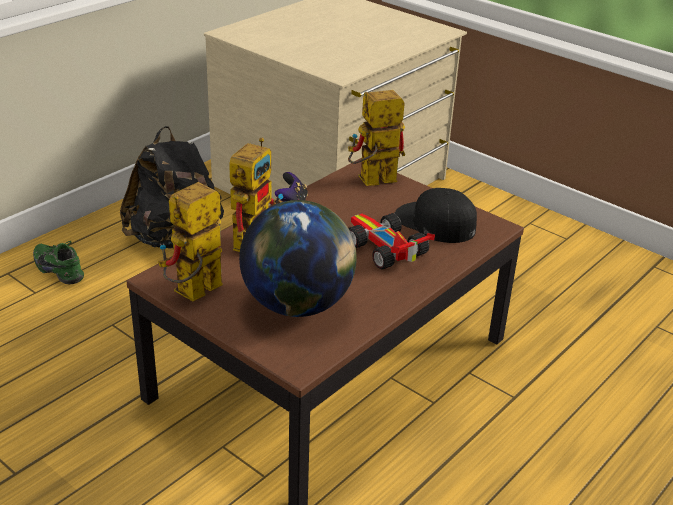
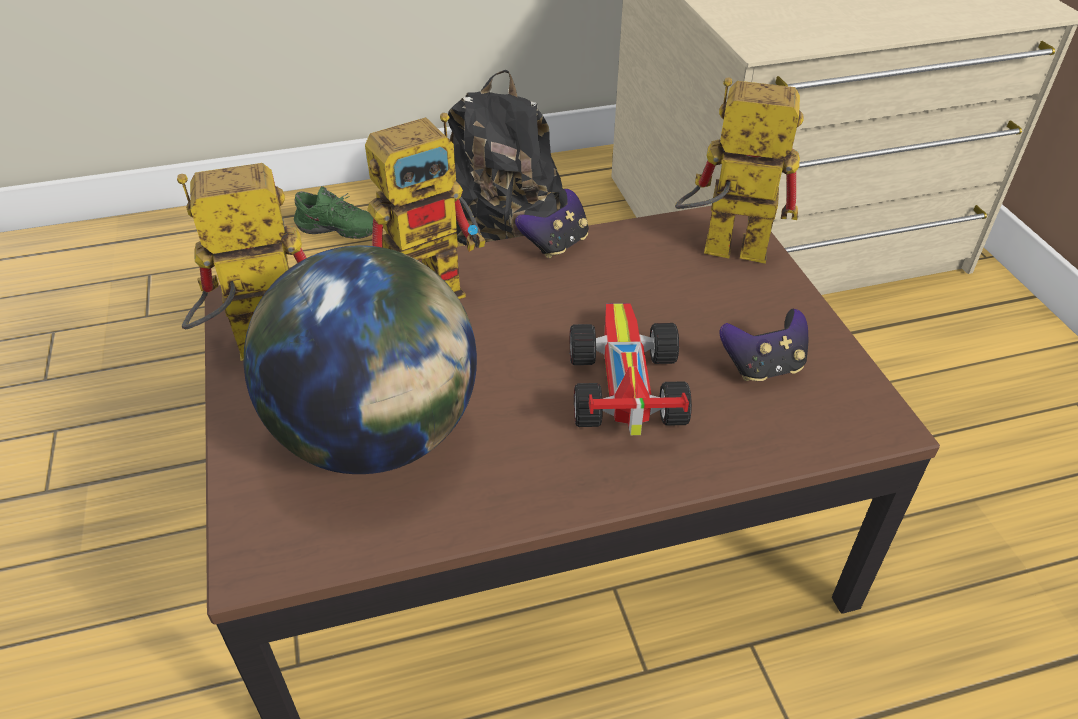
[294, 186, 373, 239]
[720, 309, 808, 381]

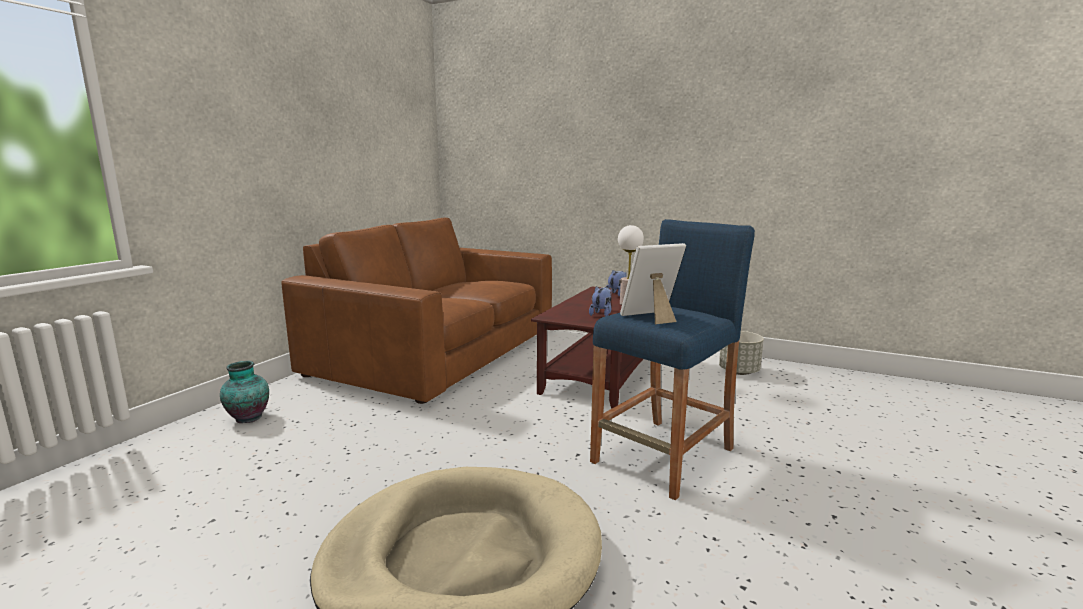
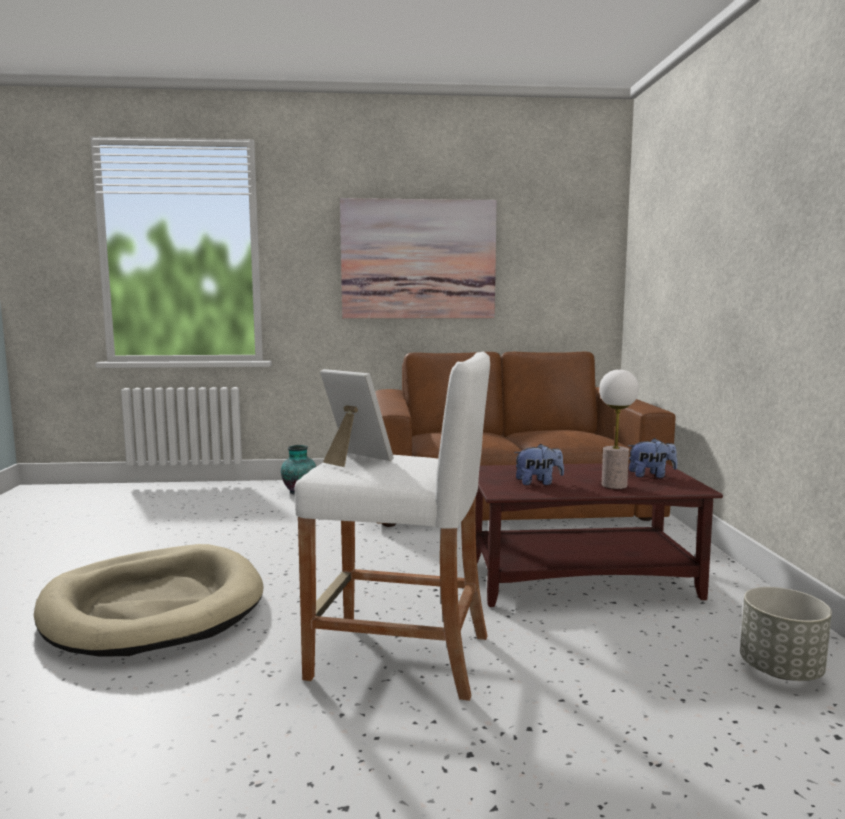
[295, 351, 490, 701]
[340, 198, 497, 318]

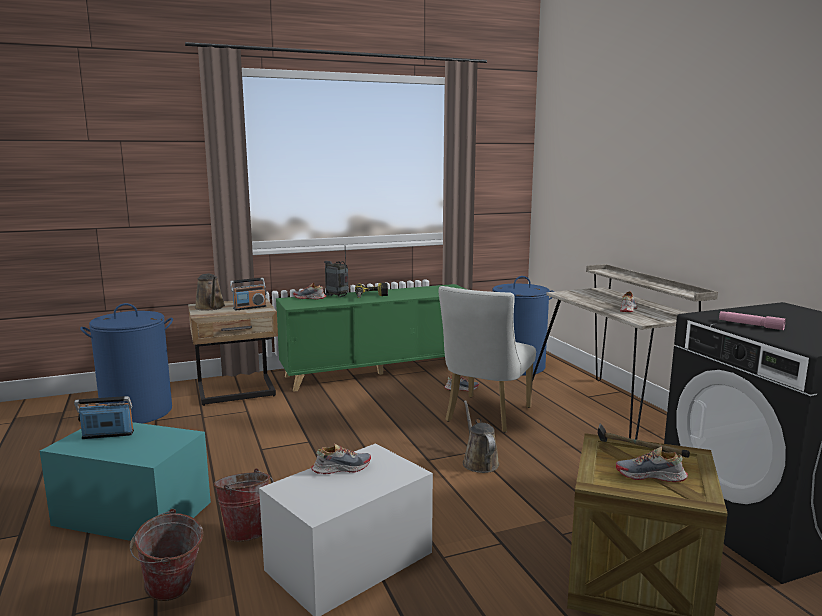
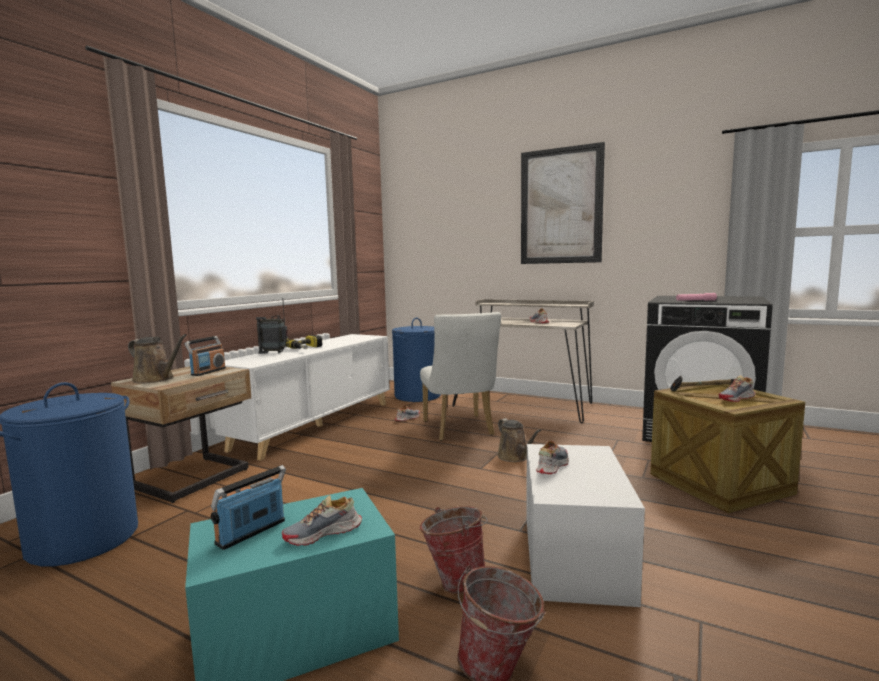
[214, 334, 390, 461]
[282, 495, 362, 546]
[497, 418, 541, 462]
[521, 142, 605, 264]

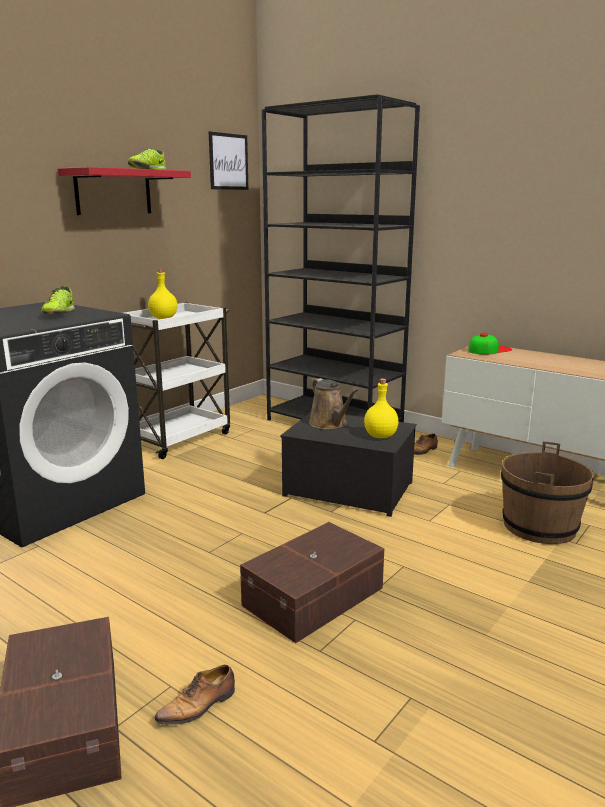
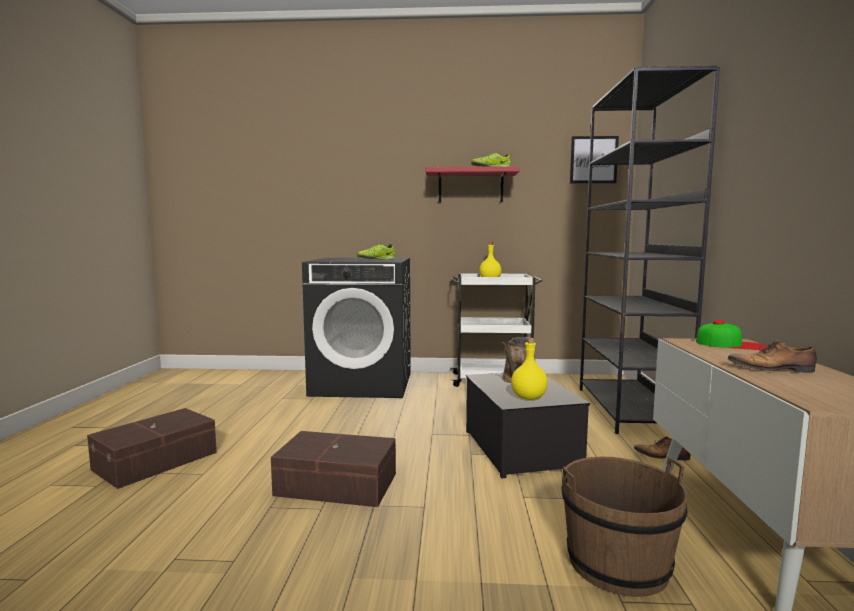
[727, 341, 817, 373]

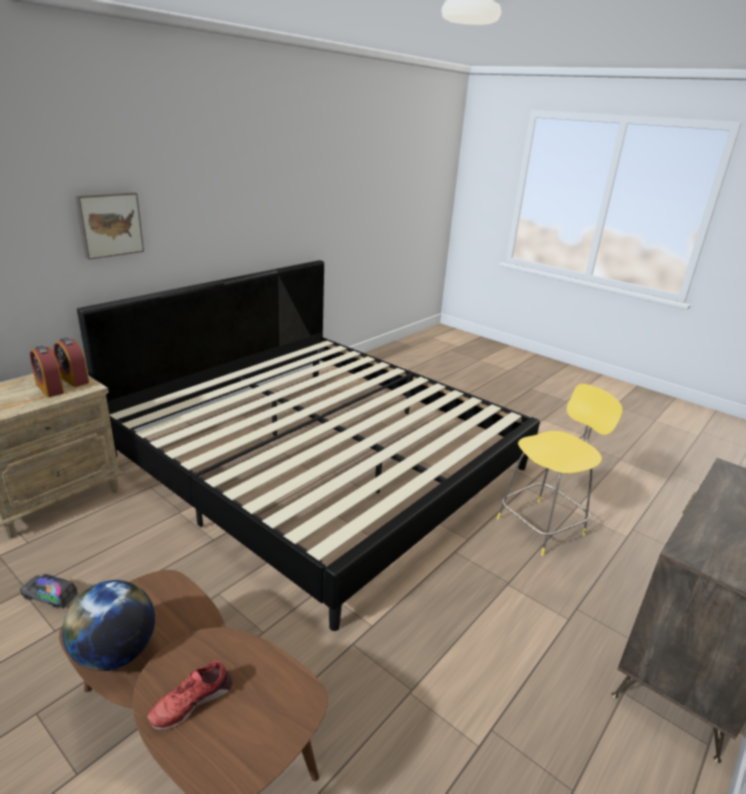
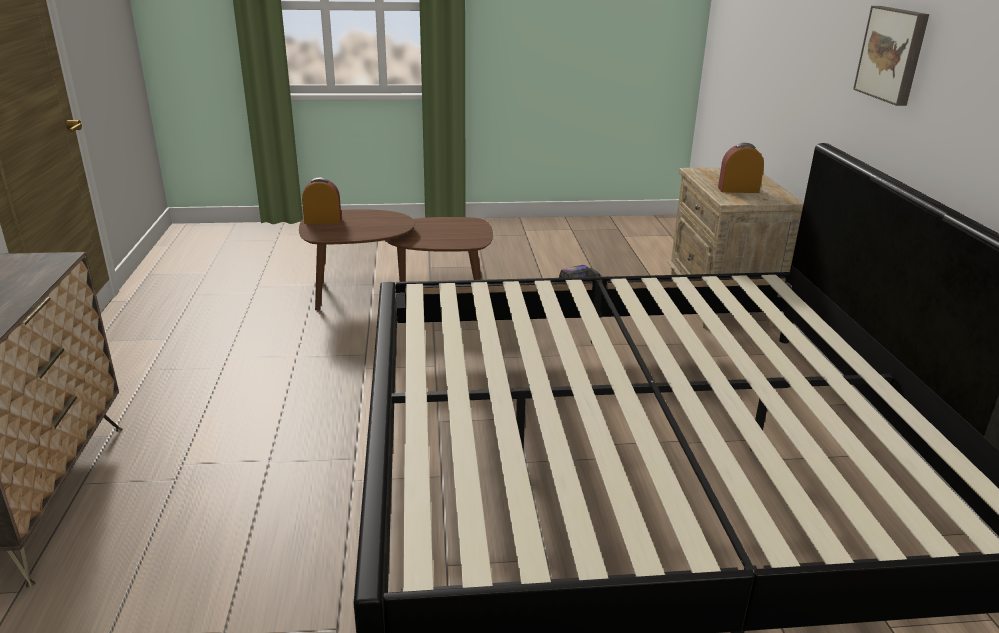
[302, 177, 342, 224]
[62, 580, 155, 671] (first image)
[147, 660, 232, 730] (first image)
[497, 384, 622, 556] (first image)

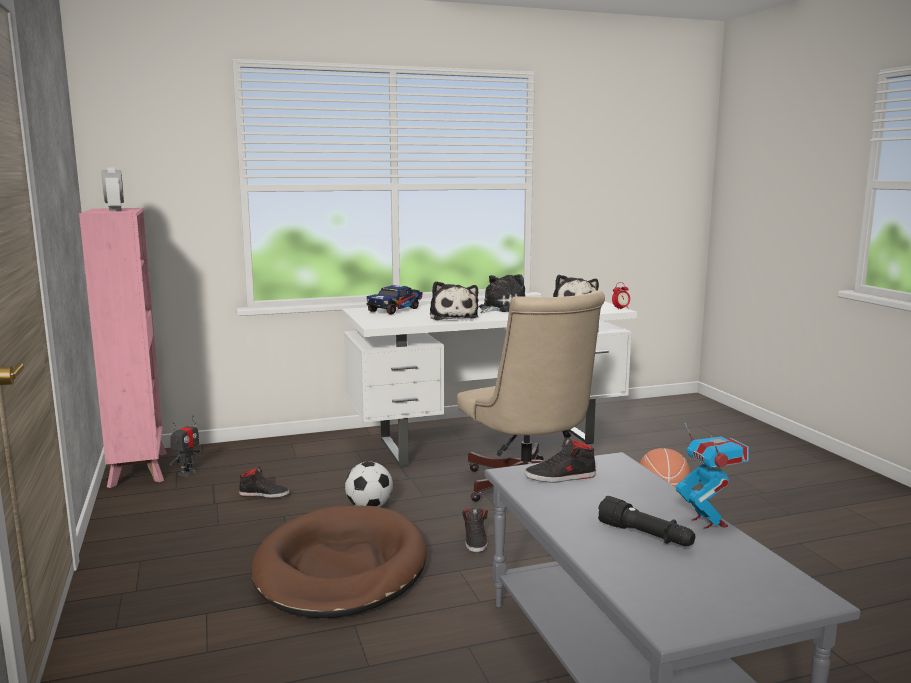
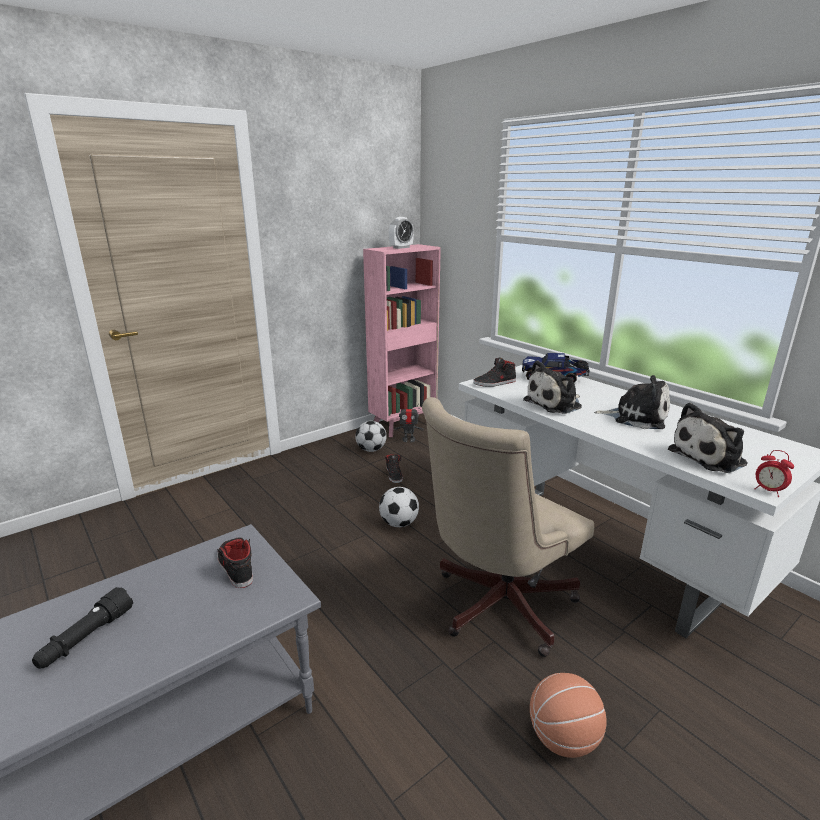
[355, 421, 387, 452]
[473, 357, 516, 387]
[252, 505, 427, 618] (first image)
[676, 423, 749, 529] (first image)

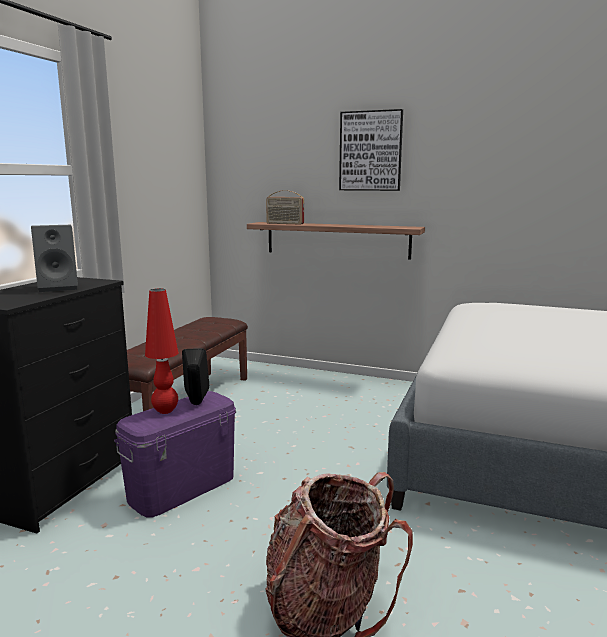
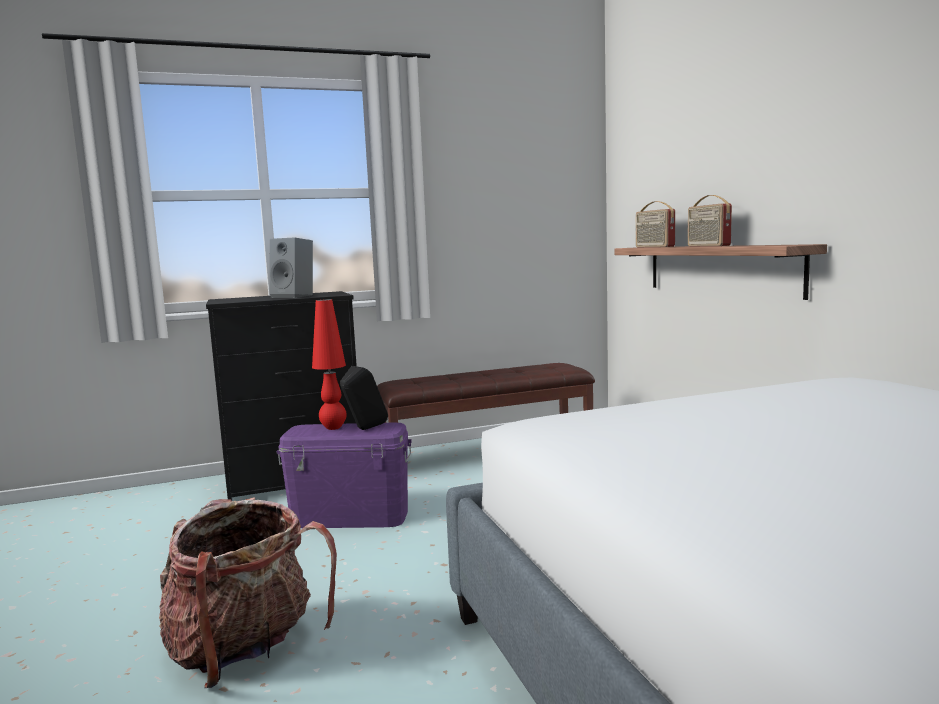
[688, 195, 732, 246]
[339, 109, 403, 191] (first image)

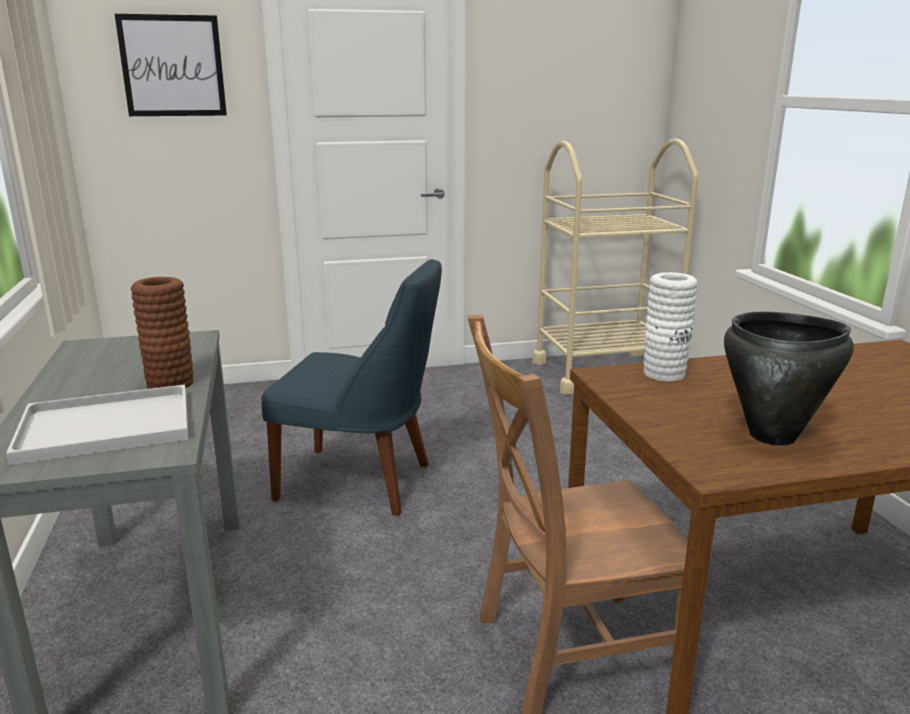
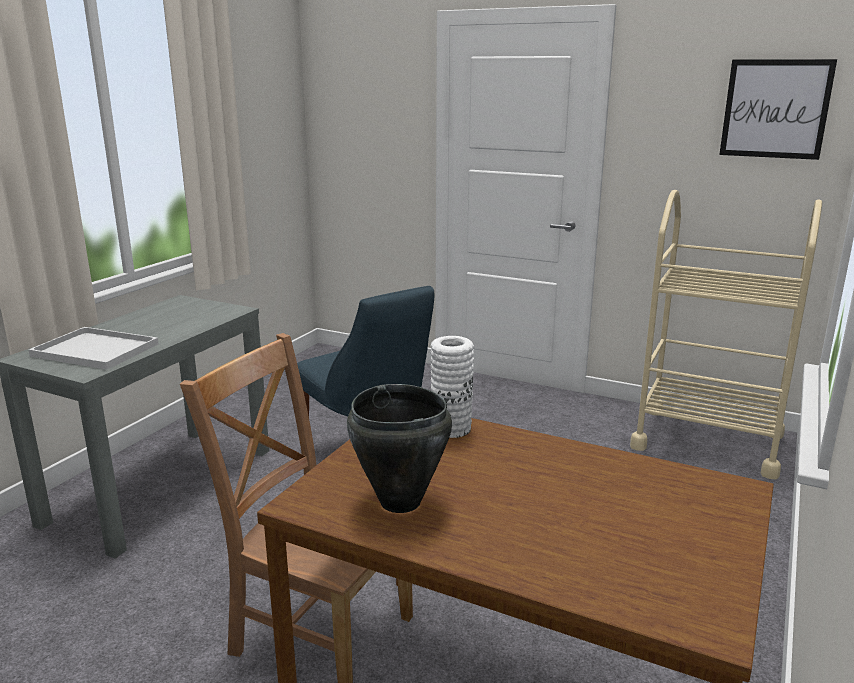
[719, 59, 837, 160]
[131, 277, 194, 389] (first image)

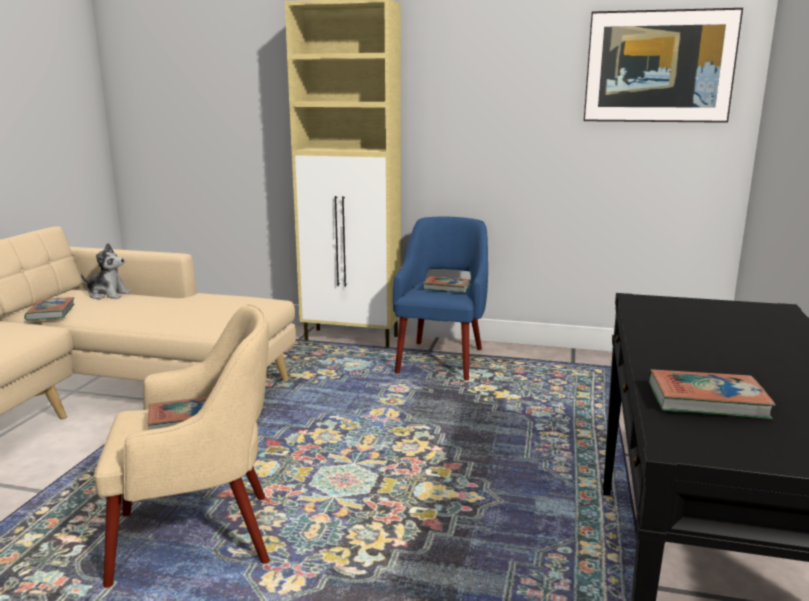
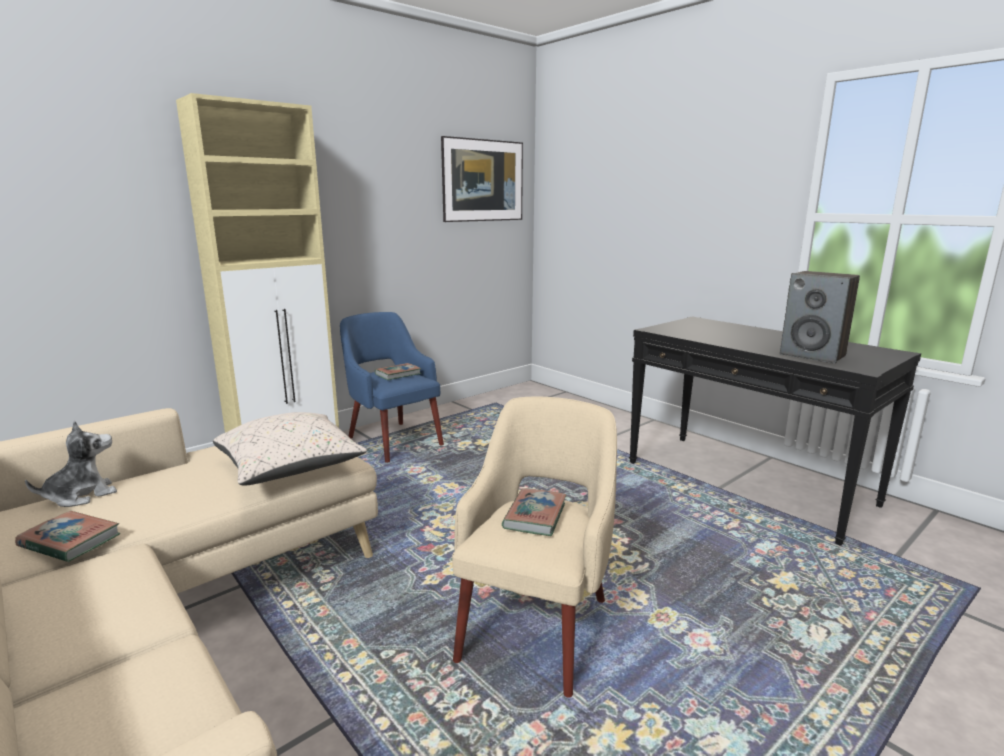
[213, 412, 367, 486]
[780, 271, 860, 363]

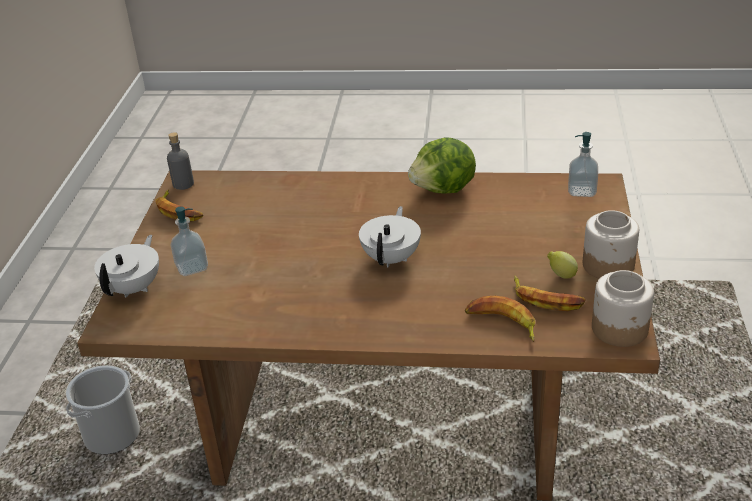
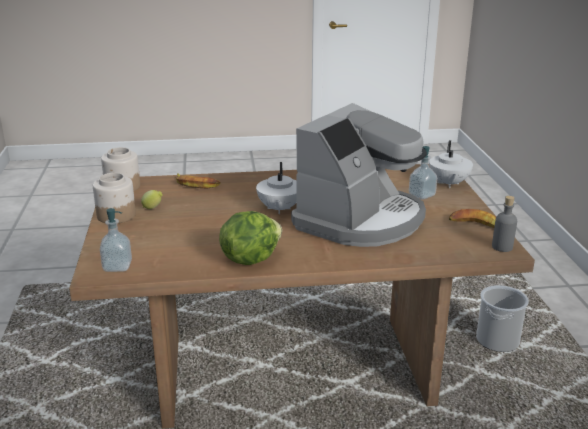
[291, 103, 427, 247]
[514, 276, 586, 311] (first image)

